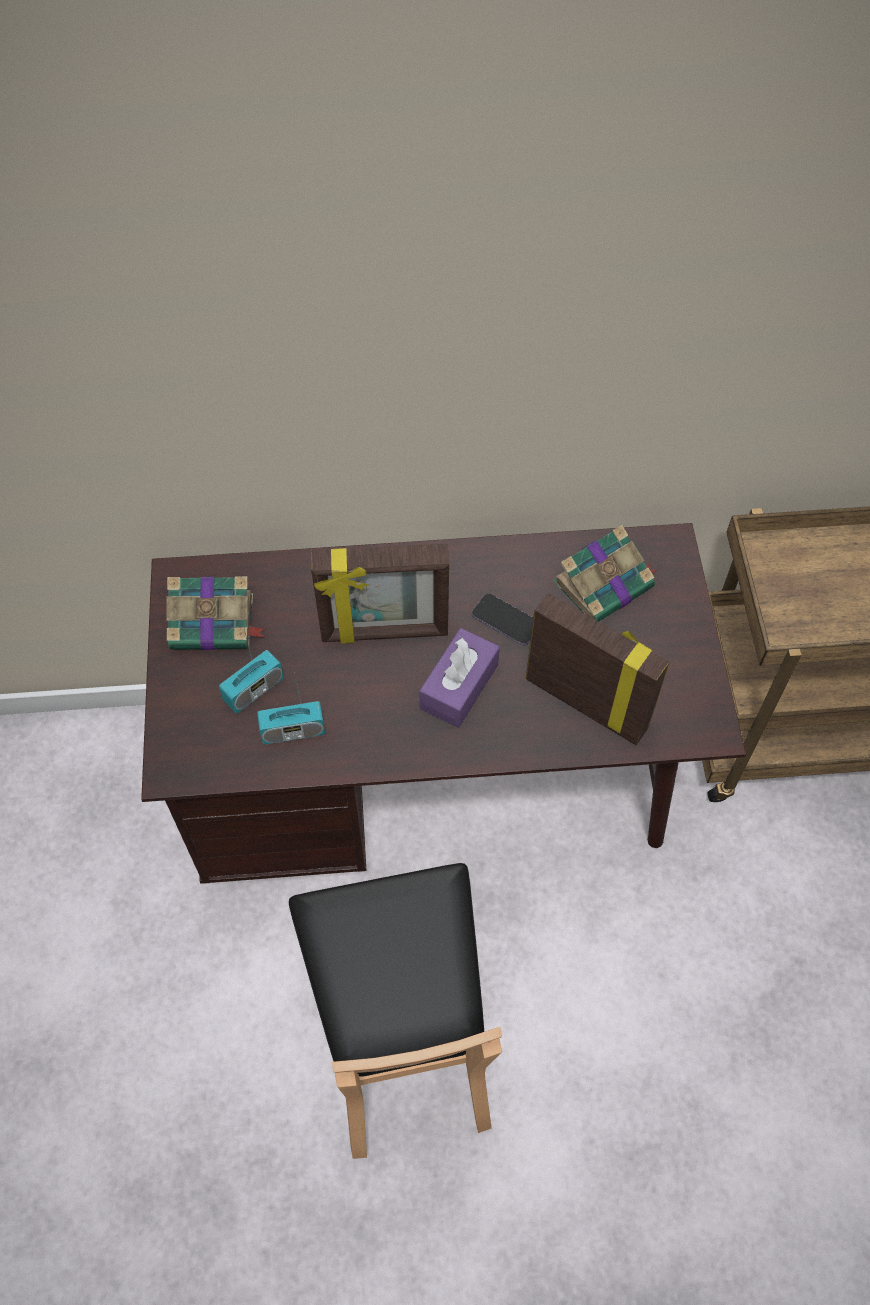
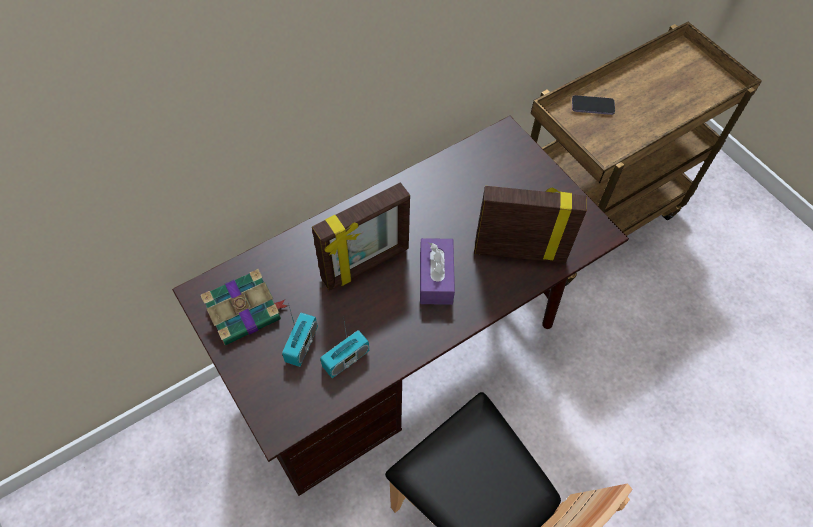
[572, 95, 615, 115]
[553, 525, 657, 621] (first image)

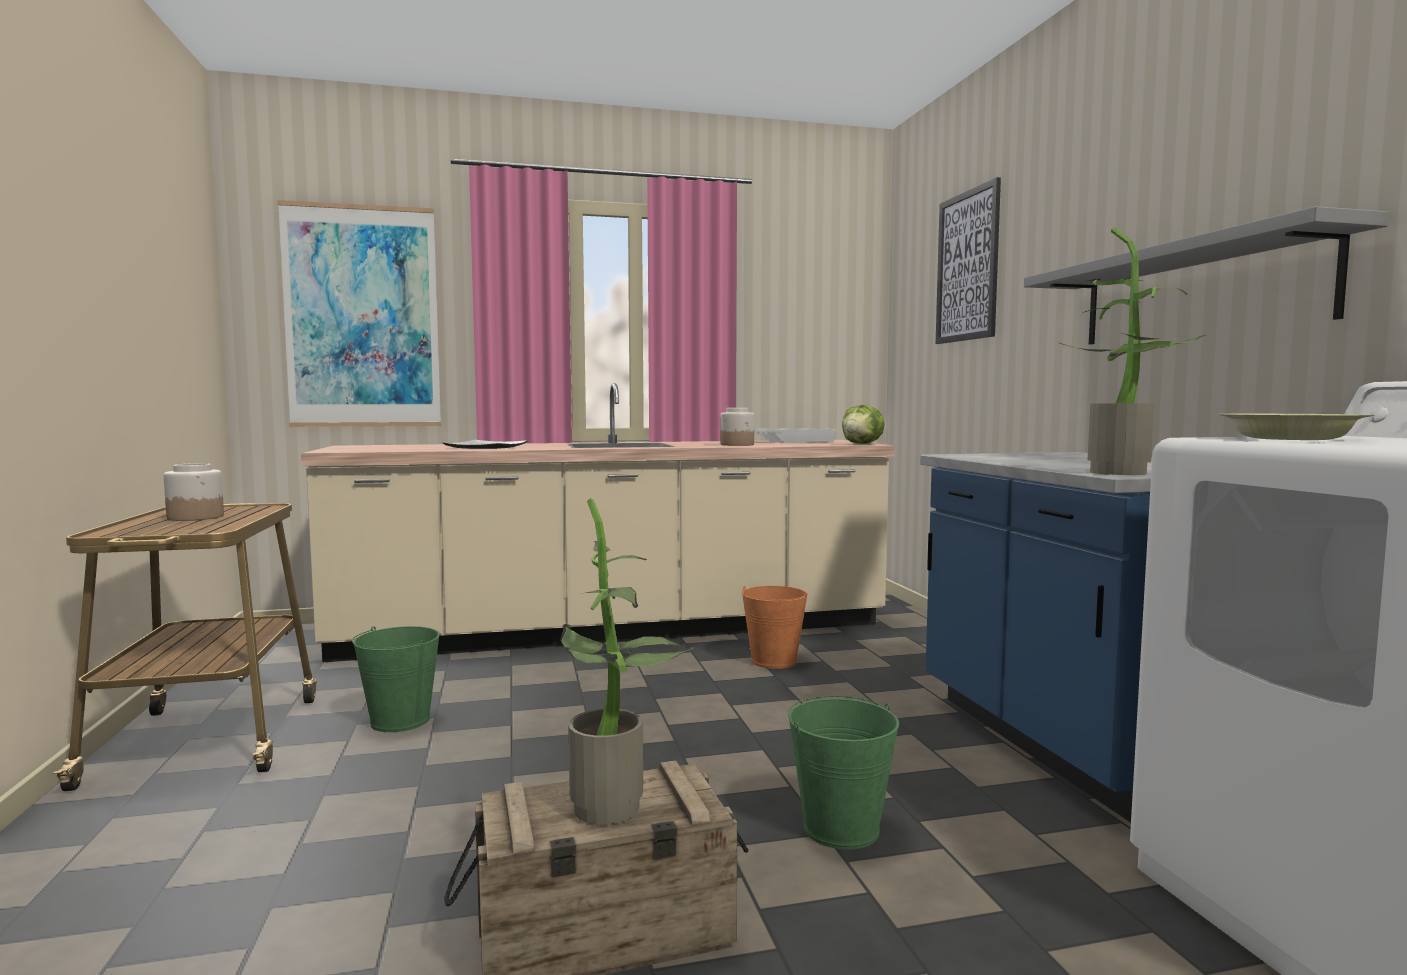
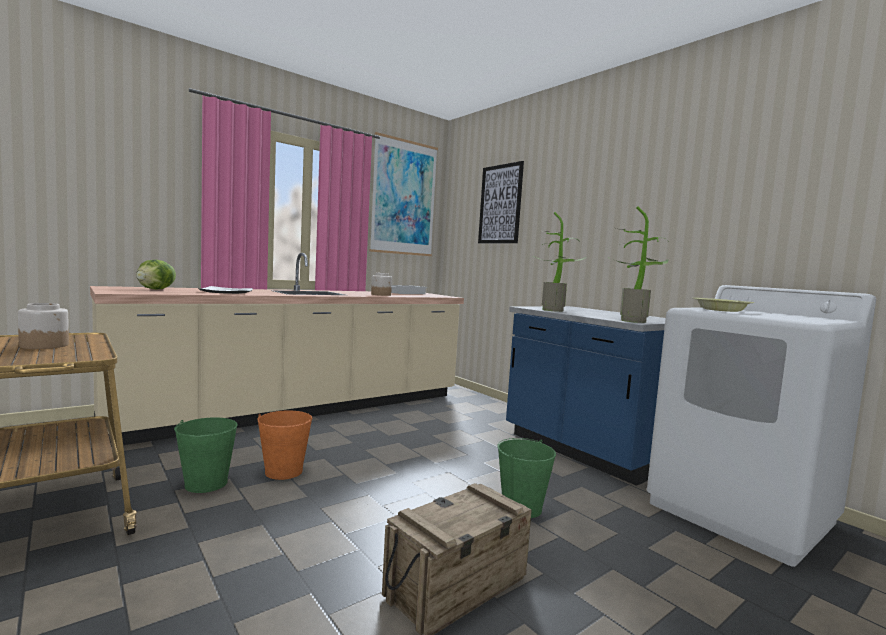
[136, 260, 176, 290]
[257, 410, 312, 480]
[370, 132, 438, 256]
[533, 212, 585, 312]
[1024, 206, 1389, 345] (first image)

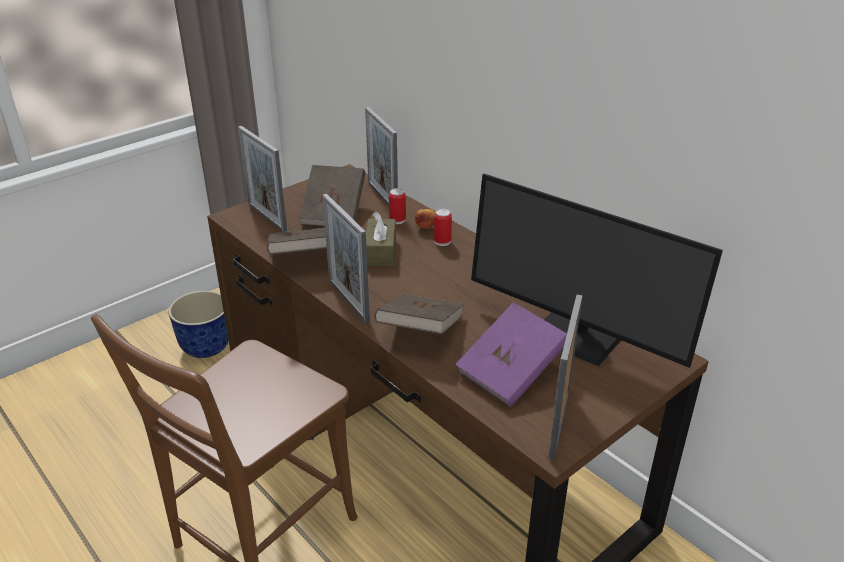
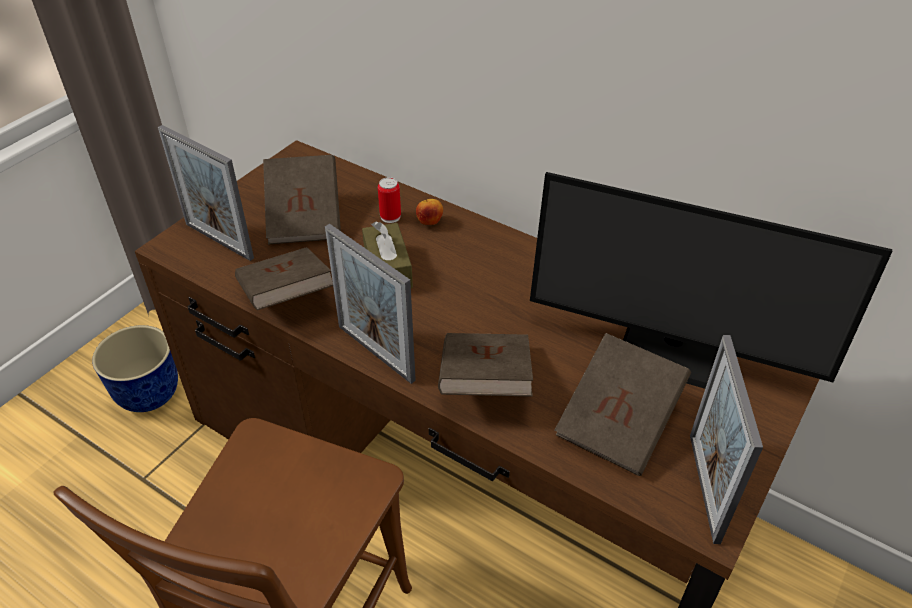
[554, 333, 691, 476]
[365, 107, 398, 206] (first image)
[434, 208, 452, 246] (first image)

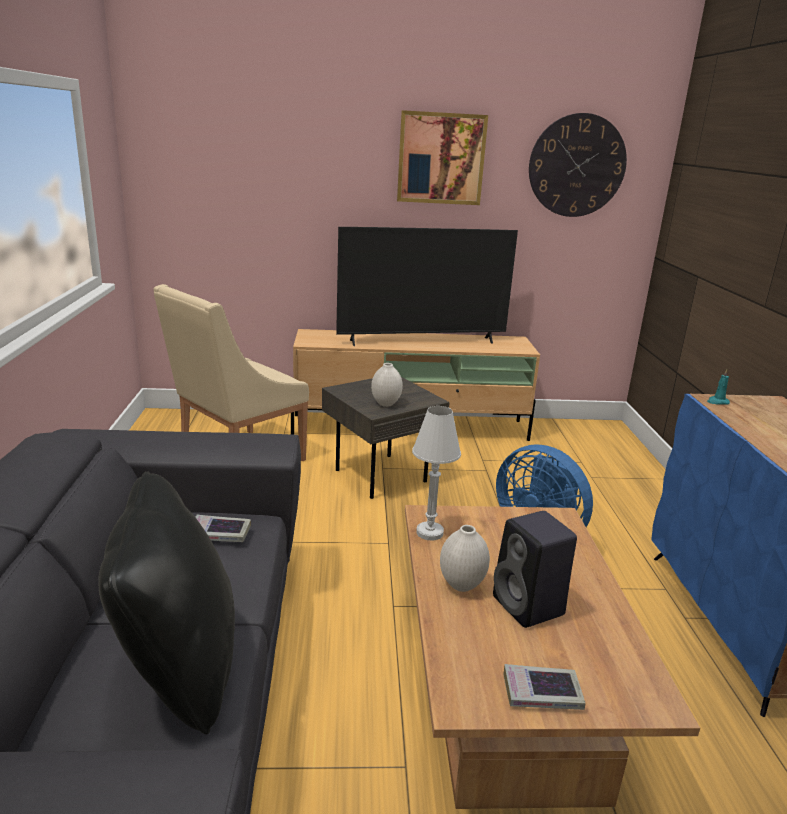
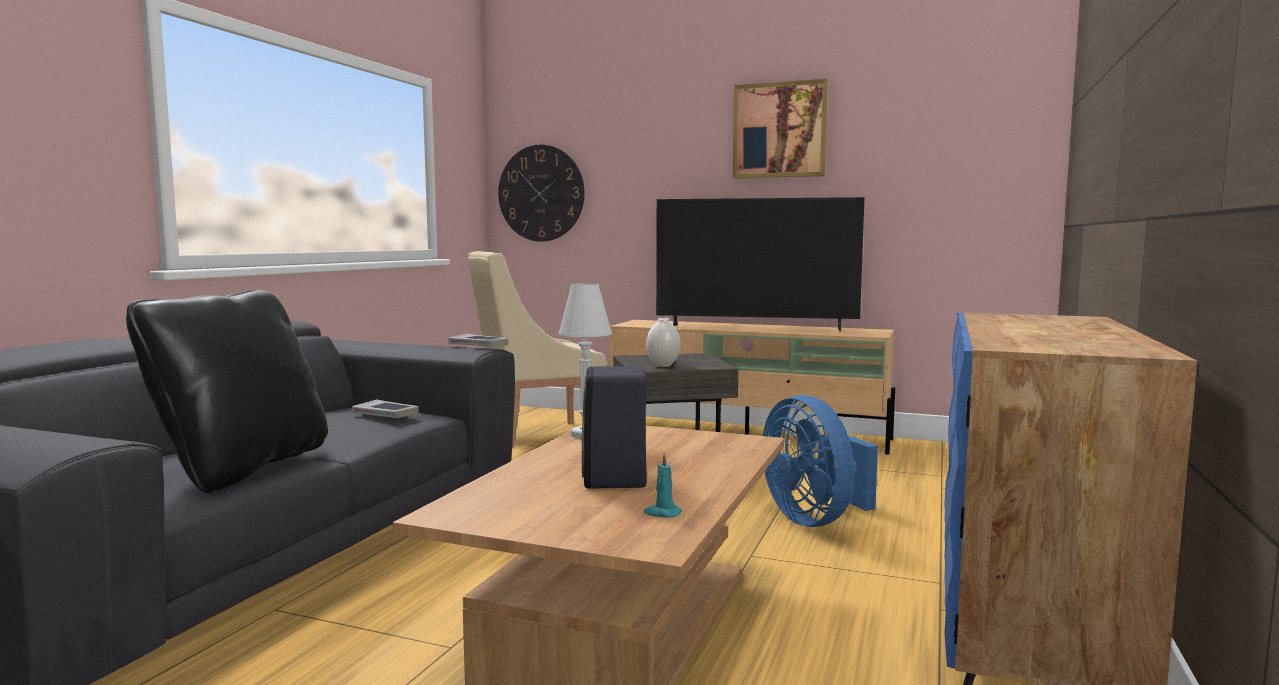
[449, 334, 508, 346]
[498, 144, 585, 242]
[644, 453, 682, 517]
[440, 525, 490, 592] (first image)

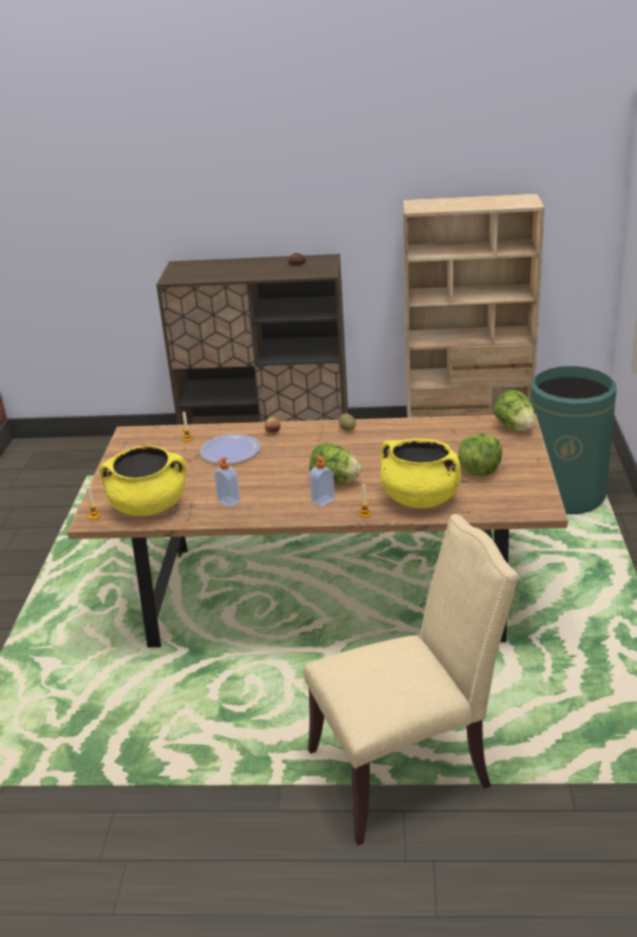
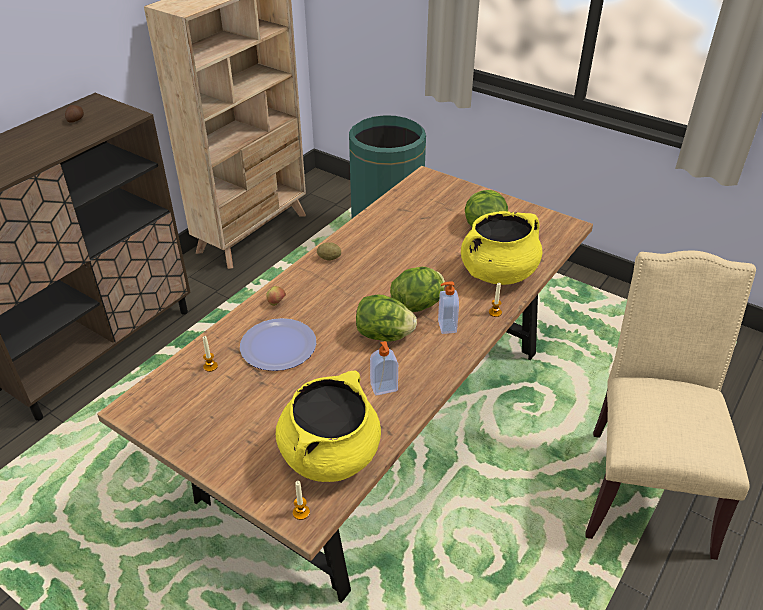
[356, 295, 417, 341]

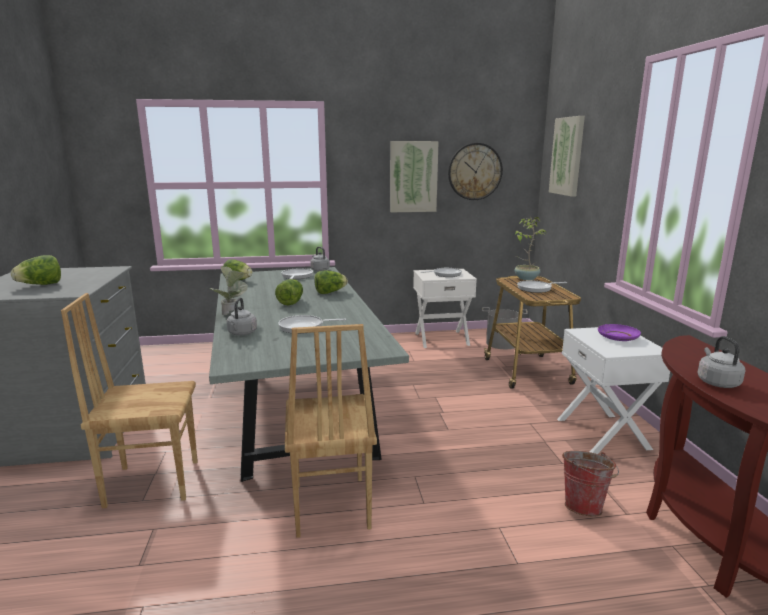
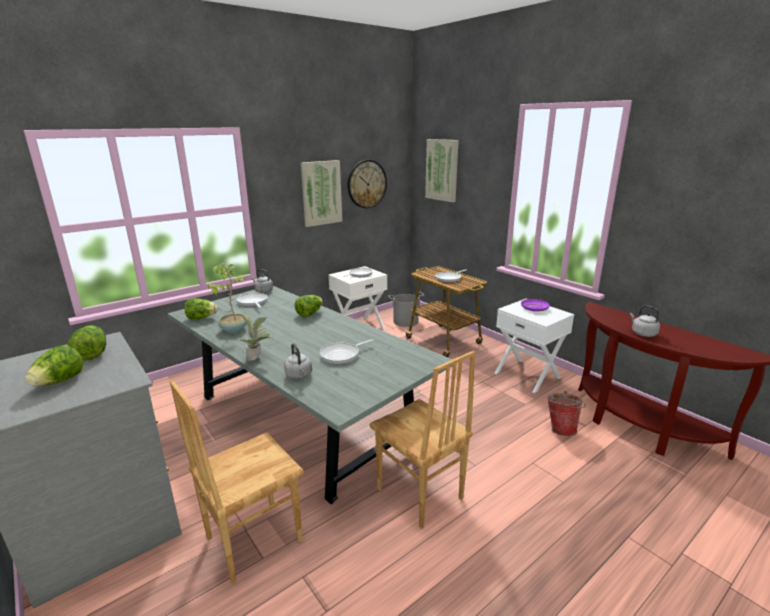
[68, 326, 106, 360]
[208, 263, 246, 333]

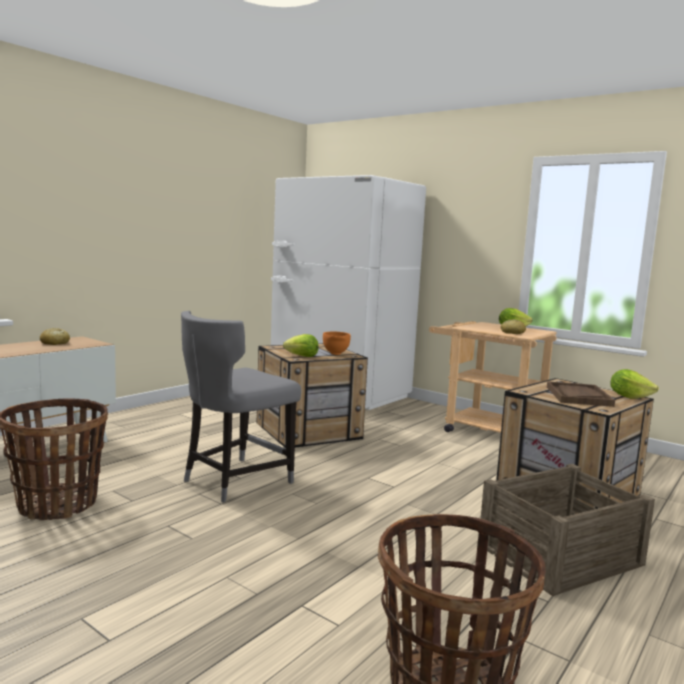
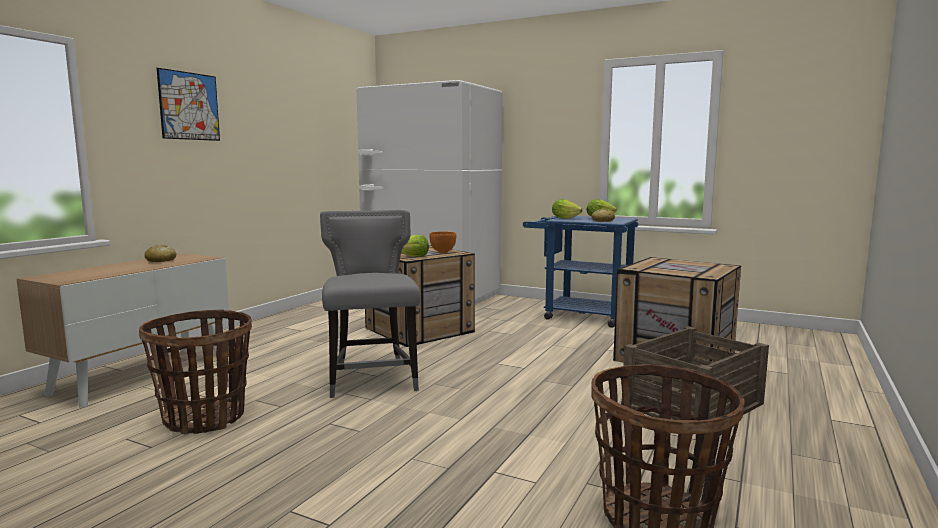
[157, 68, 220, 141]
[320, 210, 420, 398]
[523, 216, 638, 328]
[552, 199, 583, 219]
[547, 381, 615, 407] (first image)

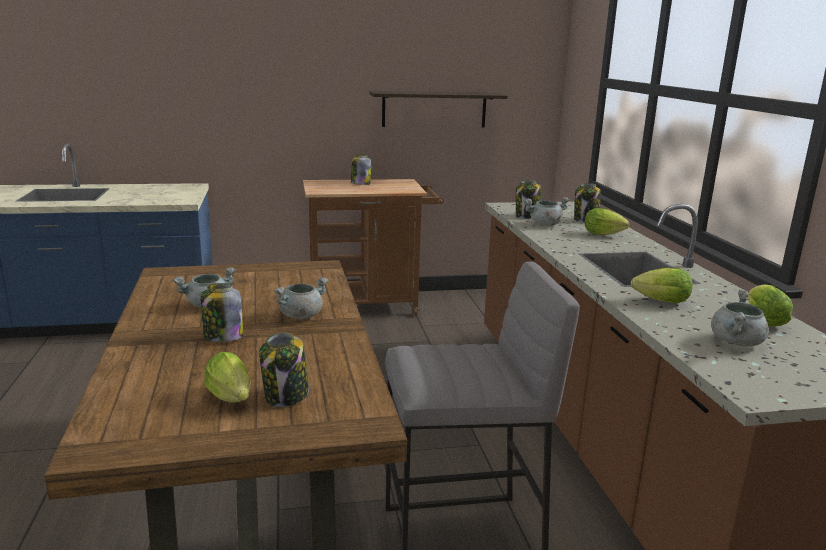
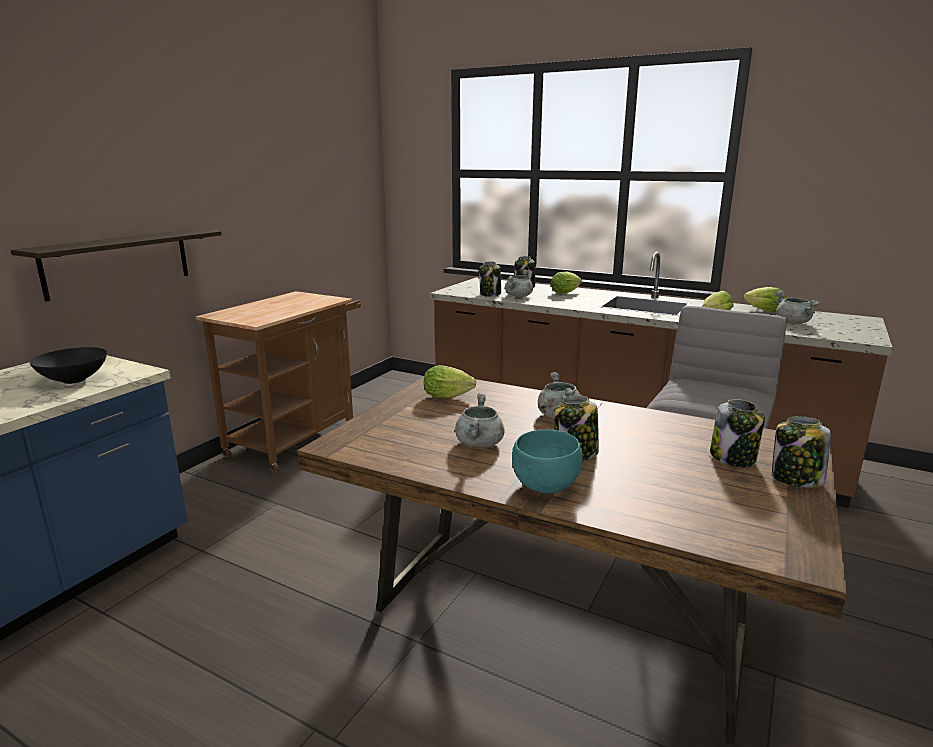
[10, 229, 222, 302]
[30, 347, 107, 384]
[424, 365, 476, 398]
[512, 429, 583, 493]
[772, 416, 831, 487]

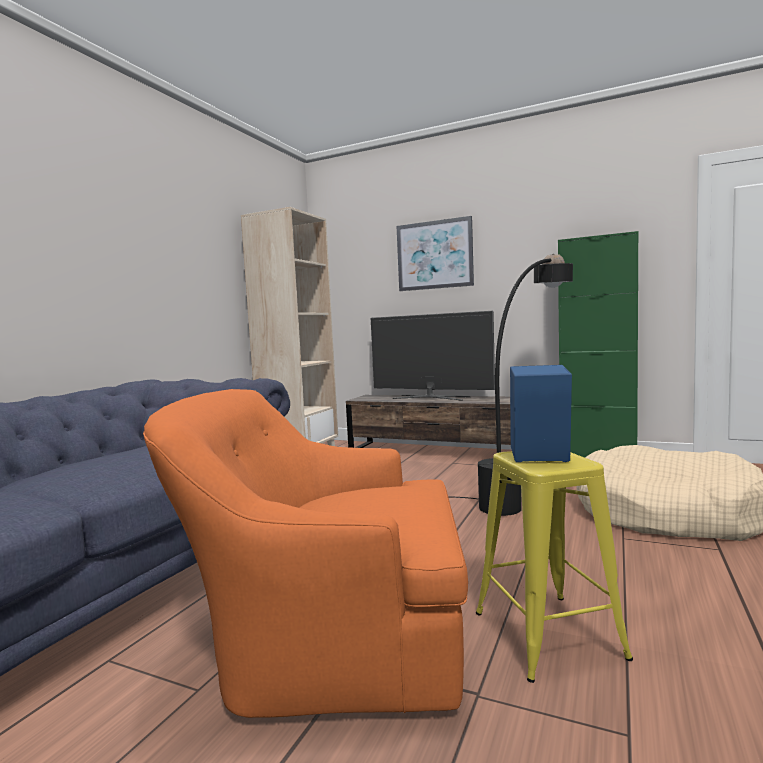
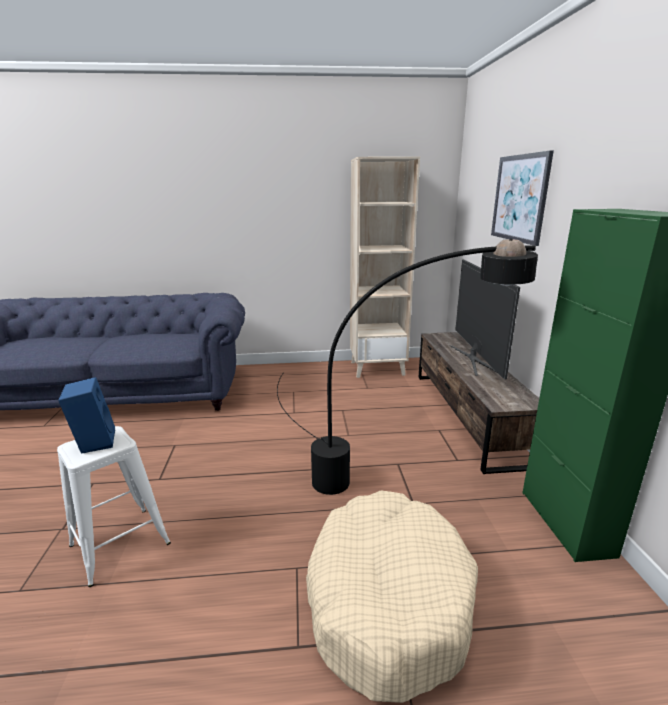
[57, 426, 171, 587]
[143, 389, 468, 718] (first image)

